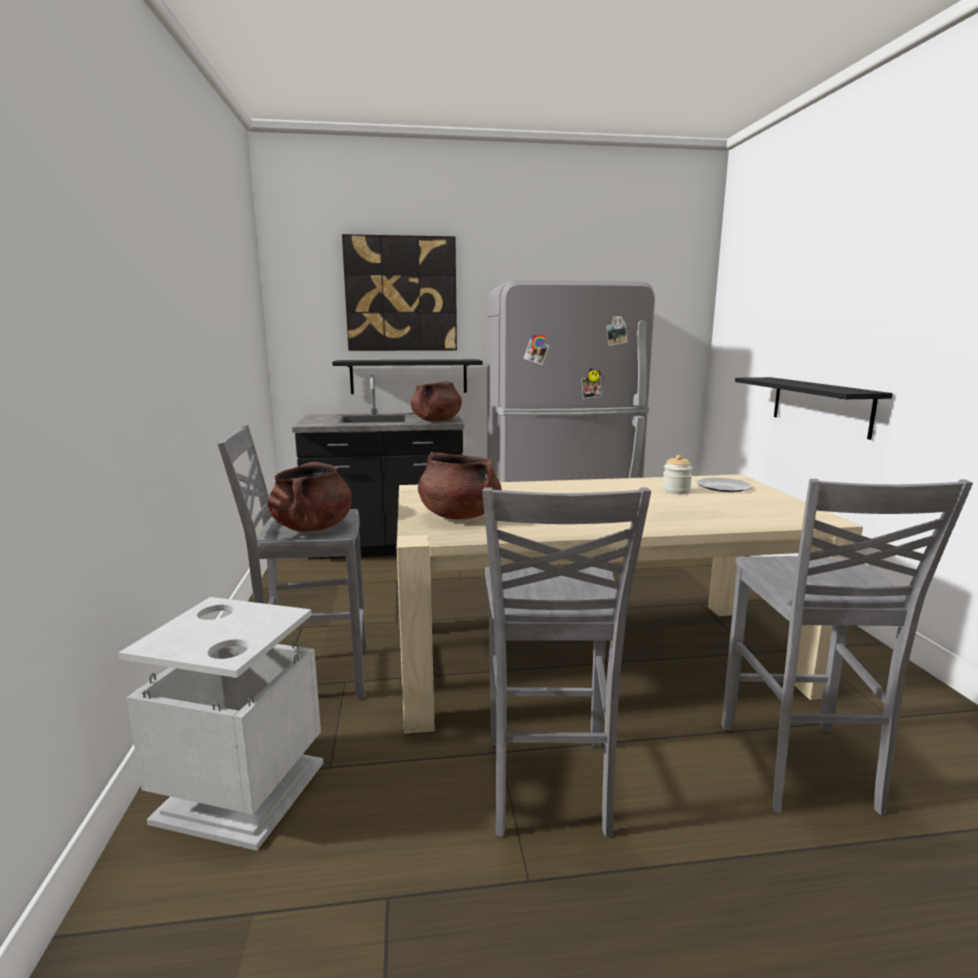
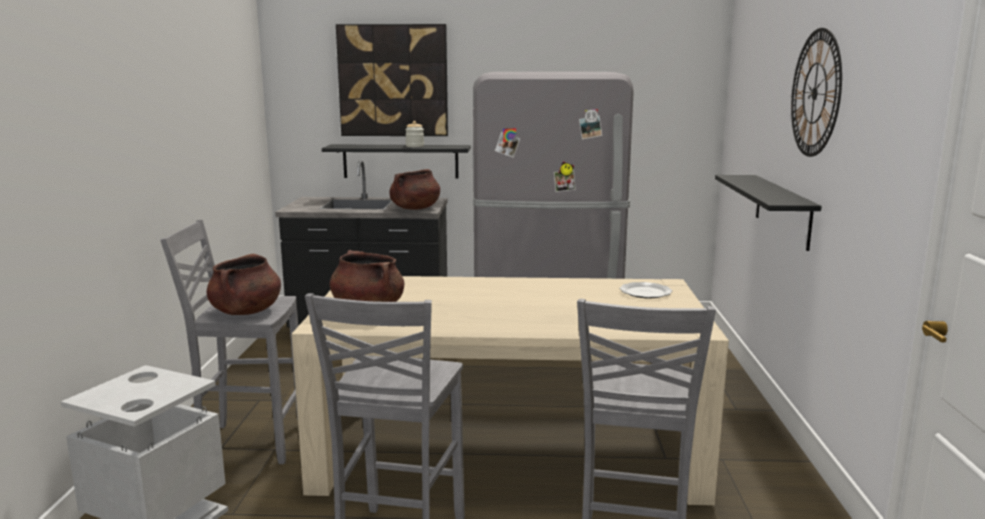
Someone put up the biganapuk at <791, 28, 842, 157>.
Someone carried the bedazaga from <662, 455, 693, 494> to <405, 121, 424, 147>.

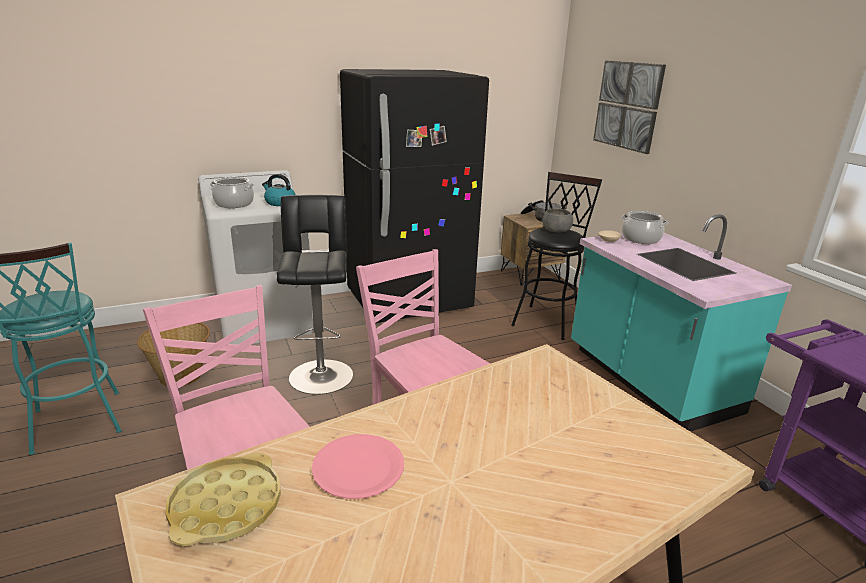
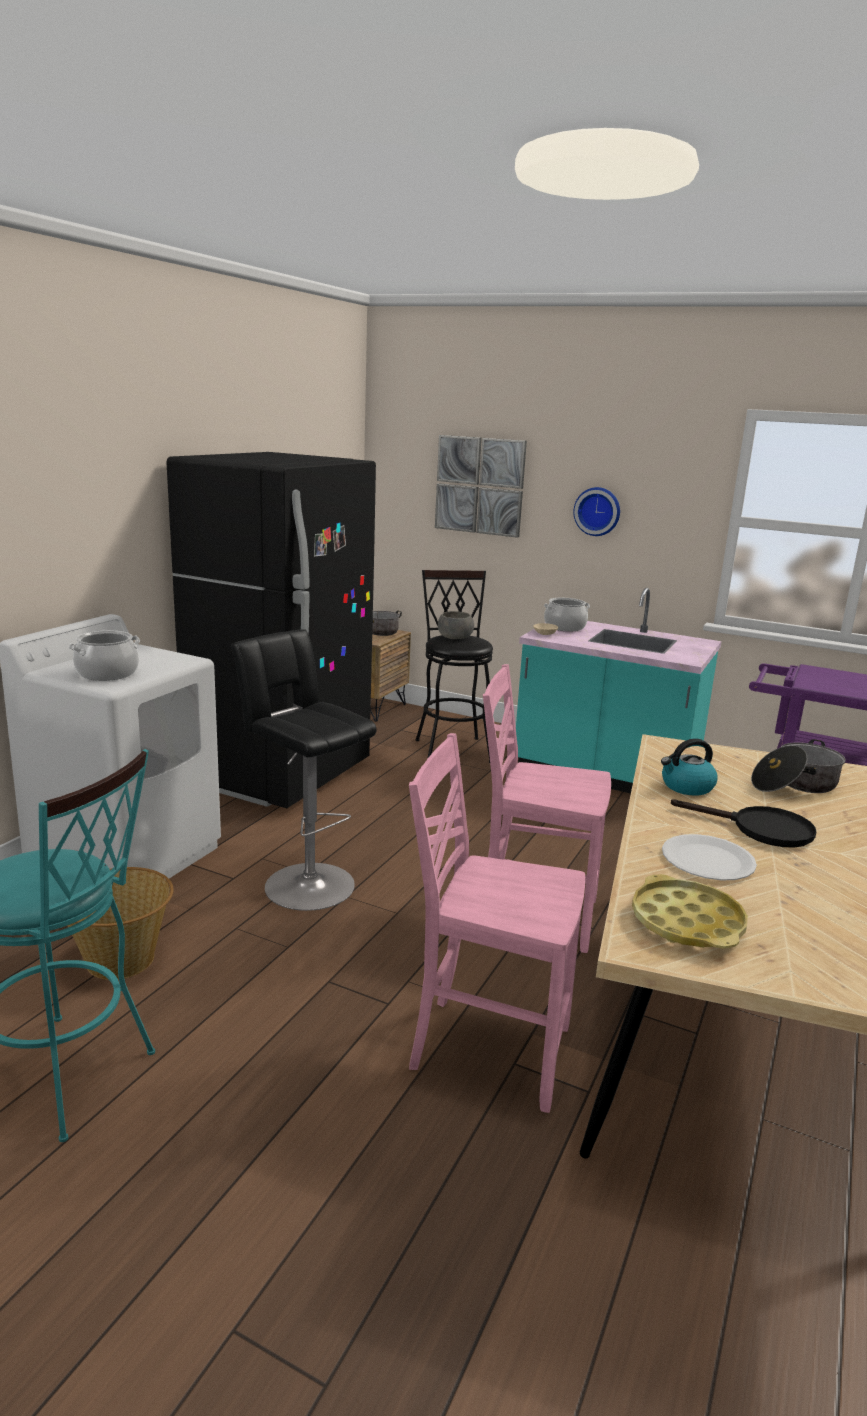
Someone put up the biganapuk at <573, 487, 620, 536>.
Someone put down the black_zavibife at <671, 799, 816, 848>.
Someone put down the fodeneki at <751, 739, 846, 793>.
Someone carried the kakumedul from <262, 174, 296, 206> to <661, 739, 718, 796>.
Someone repainted the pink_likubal at <312, 434, 404, 499>, which became the white_likubal at <662, 834, 757, 880>.

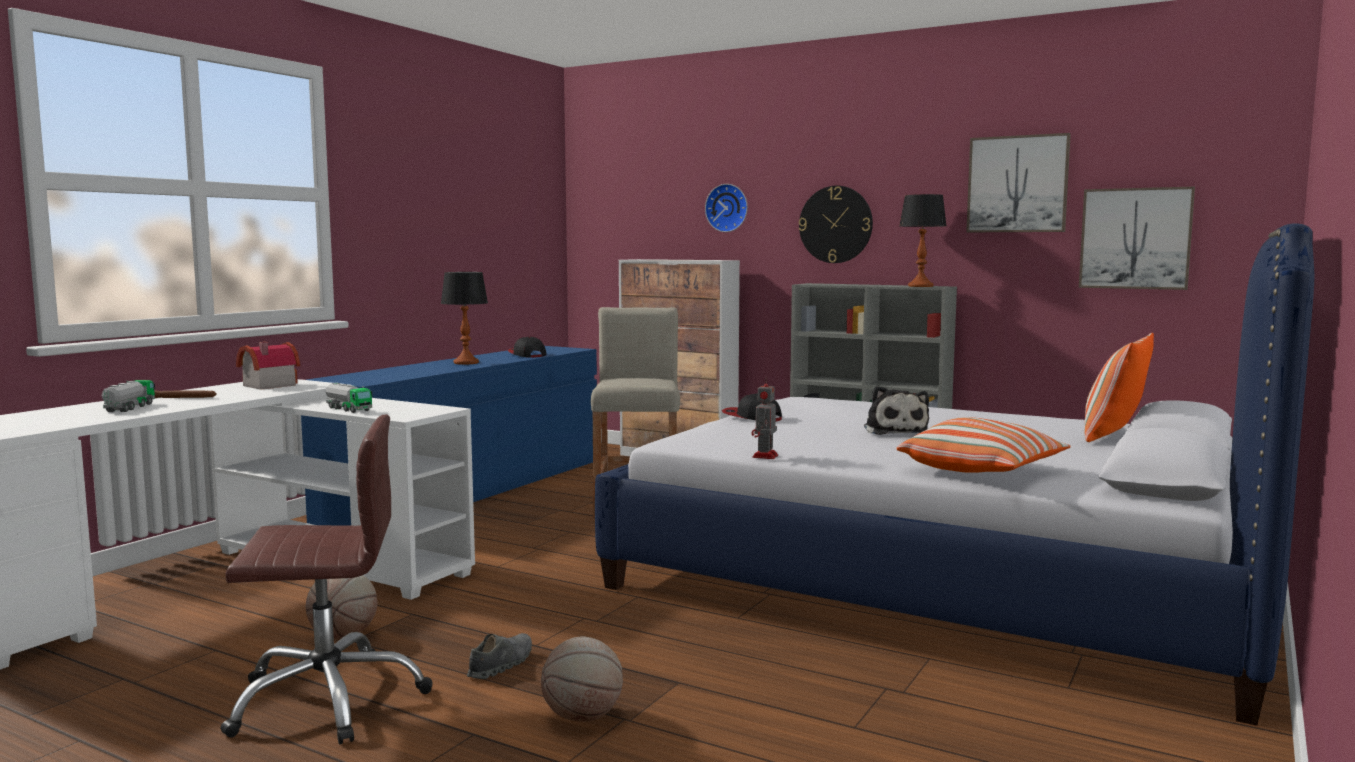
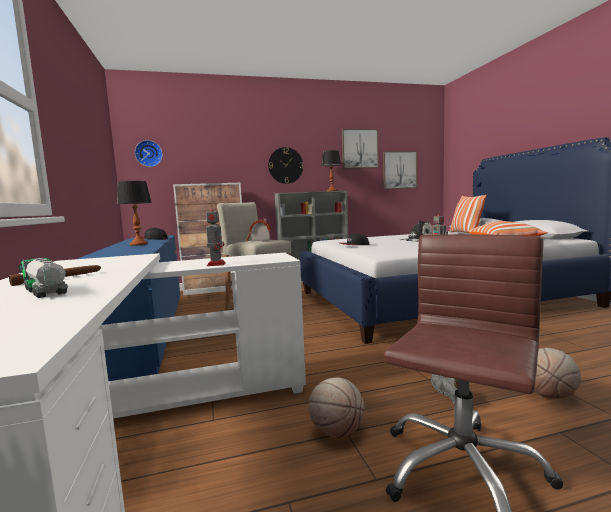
Someone carried the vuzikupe from <236, 342, 301, 390> to <246, 218, 271, 242>.
Someone carried the biganapuk from <705, 184, 748, 232> to <135, 140, 163, 167>.
Someone swapped the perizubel at <325, 383, 372, 413> for the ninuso at <206, 204, 226, 266>.

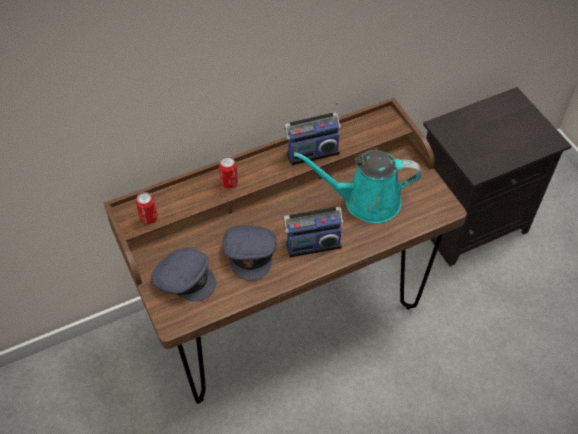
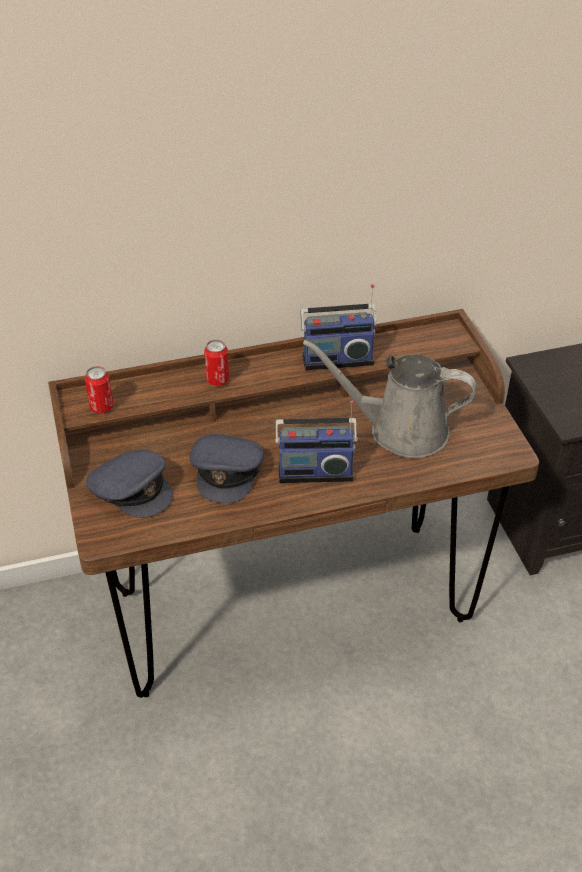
Someone repainted the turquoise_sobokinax at <294, 151, 421, 224>, which became the grey_sobokinax at <303, 340, 477, 458>.

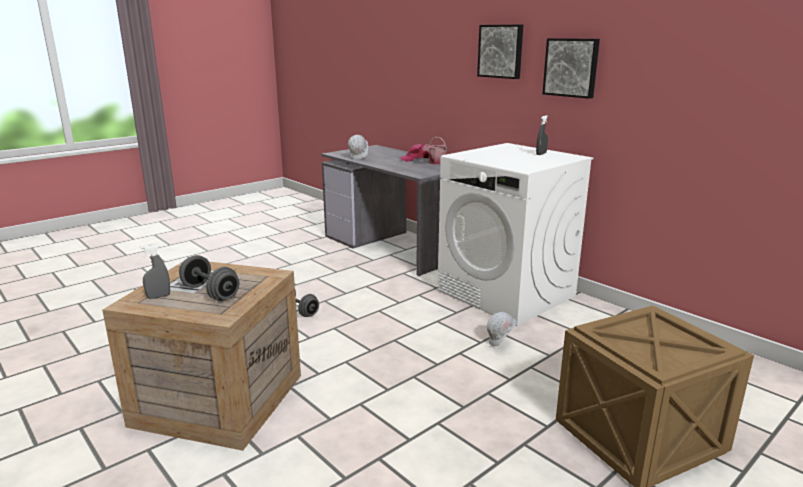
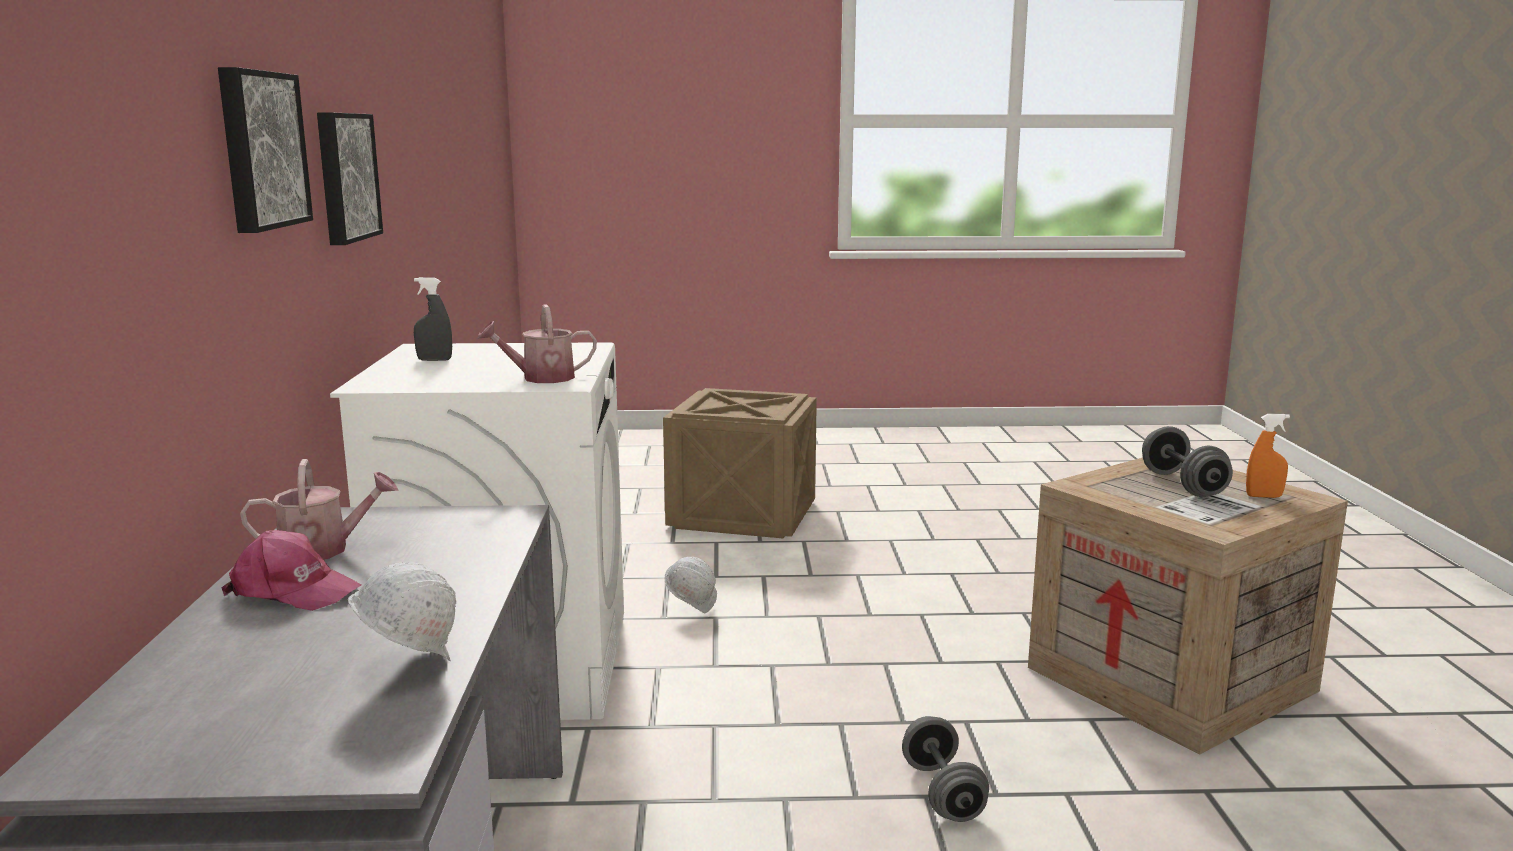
Someone put down the sobokinax at <477, 304, 597, 383>.
Someone repainted the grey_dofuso at <141, 244, 170, 299>, which became the orange_dofuso at <1246, 414, 1290, 498>.

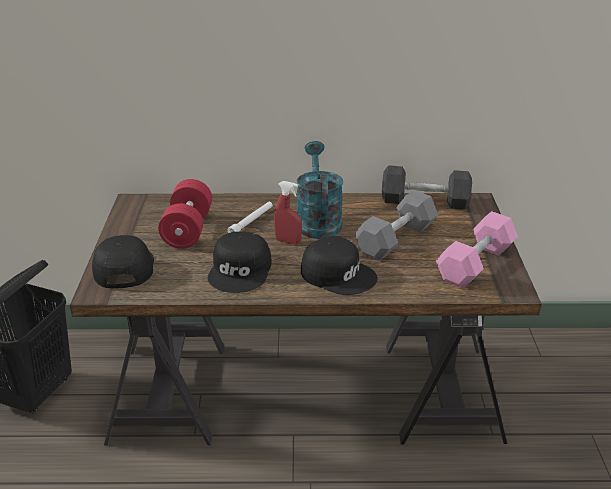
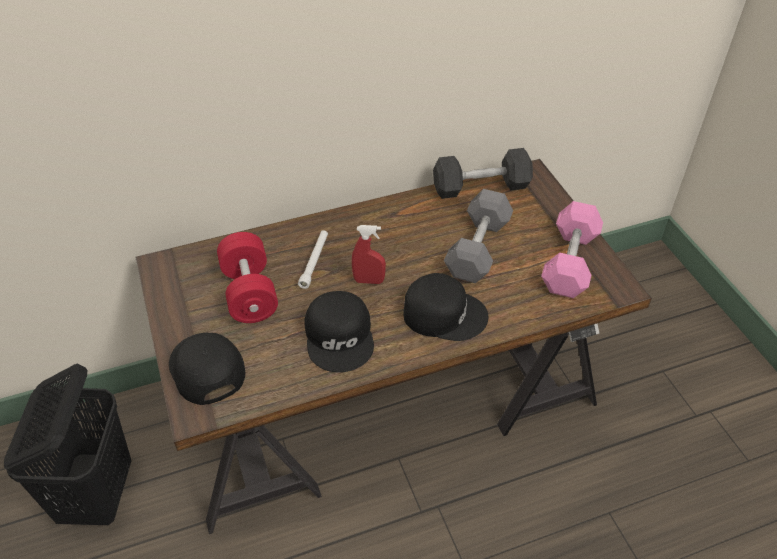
Someone took away the turquoise_sobokinax at <297, 141, 343, 239>.

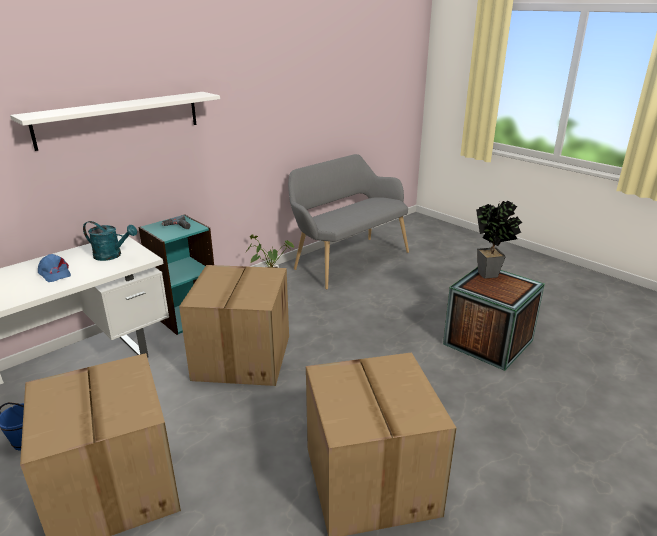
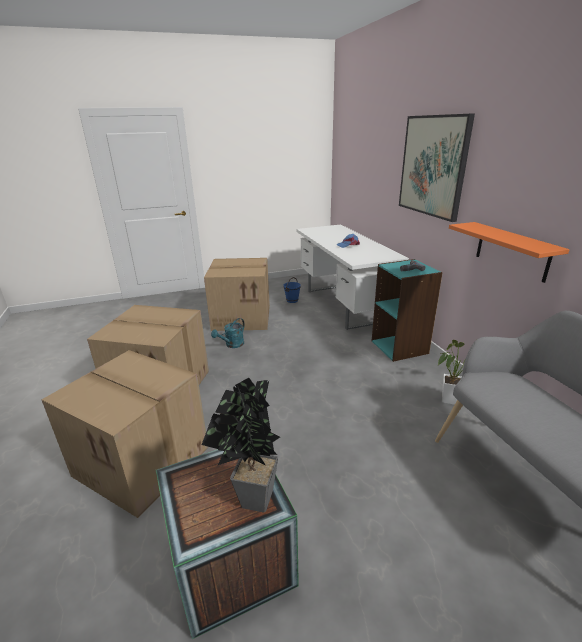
Someone put up the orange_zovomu at <449, 222, 570, 283>.
Someone carried the turquoise_sobokinax from <83, 221, 137, 261> to <211, 318, 245, 348>.
Someone carried the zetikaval from <179, 265, 289, 386> to <42, 350, 208, 518>.
Someone swapped the white_zovomu at <10, 92, 220, 151> for the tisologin at <399, 114, 475, 222>.

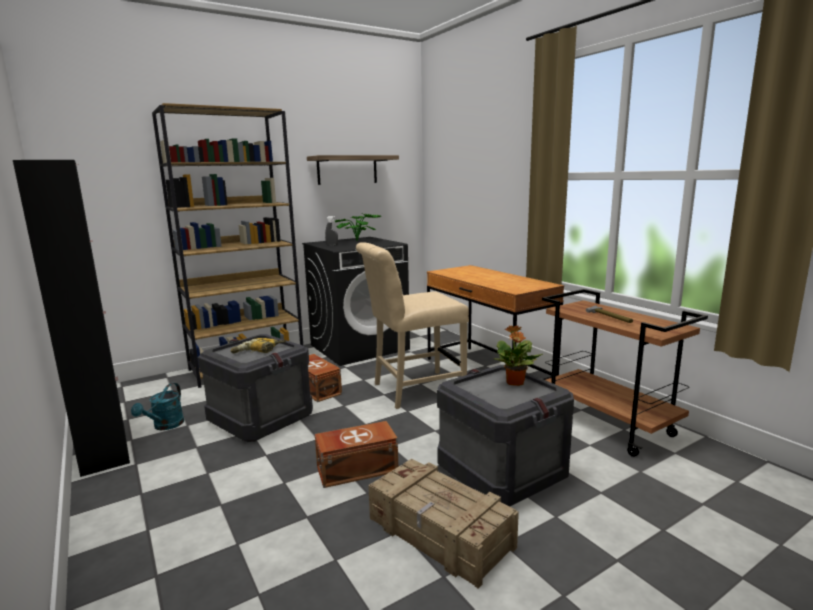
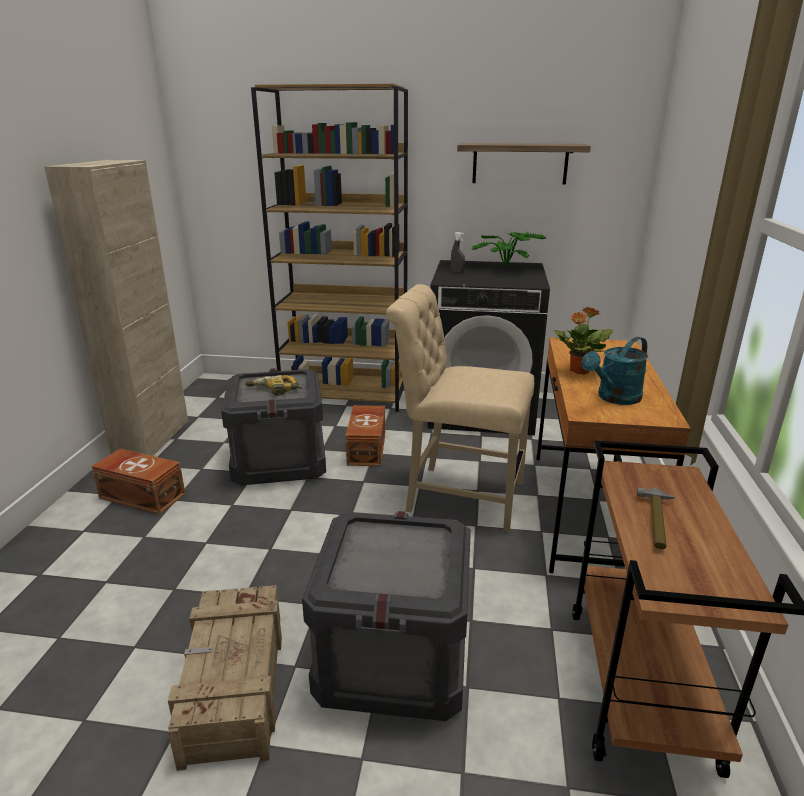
Someone carried the turquoise_sobokinax from <131, 383, 184, 430> to <582, 337, 648, 405>.
Someone carried the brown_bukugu from <315, 421, 398, 488> to <91, 449, 185, 515>.
Someone carried the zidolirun from <494, 325, 543, 386> to <554, 306, 613, 374>.
Someone repainted the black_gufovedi at <13, 160, 130, 477>, which became the beige_gufovedi at <44, 160, 188, 456>.

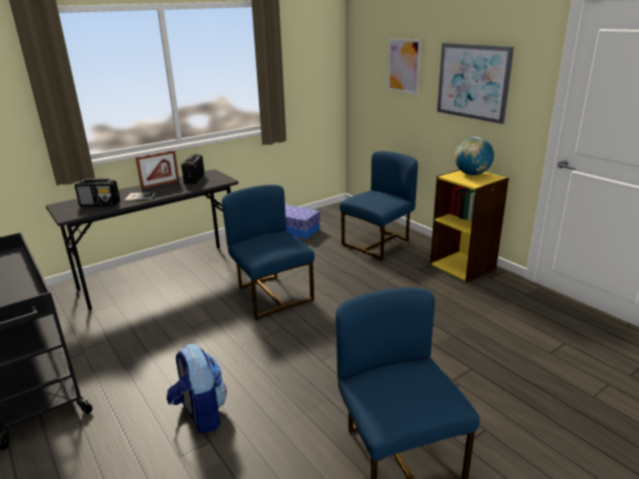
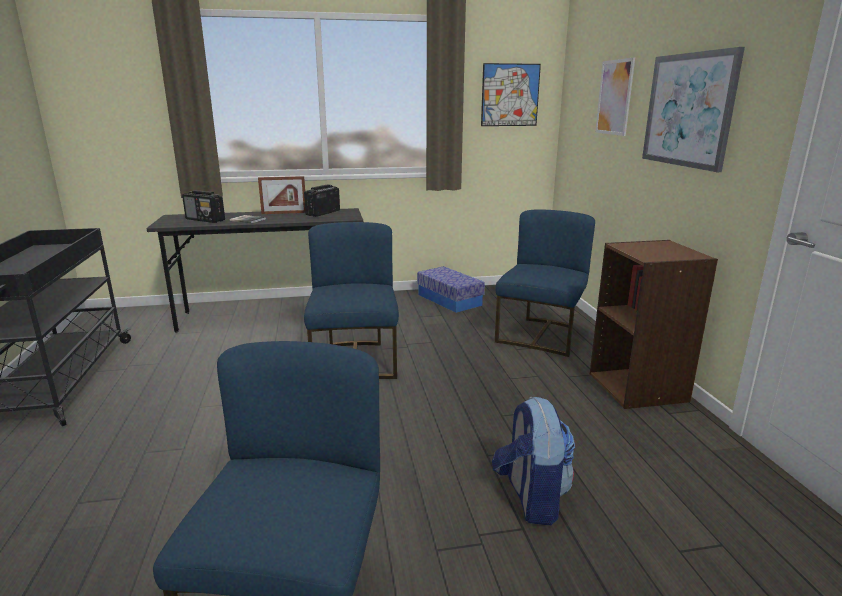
Someone took away the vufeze at <455, 137, 494, 175>.
Someone put up the tisologin at <481, 63, 541, 126>.
Someone carried the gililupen from <167, 344, 227, 433> to <492, 397, 575, 525>.
Someone repainted the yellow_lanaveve at <430, 169, 509, 282>, which became the brown_lanaveve at <590, 240, 718, 409>.
Someone rotated the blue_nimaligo at <340, 151, 418, 261> by 45 degrees counterclockwise.

